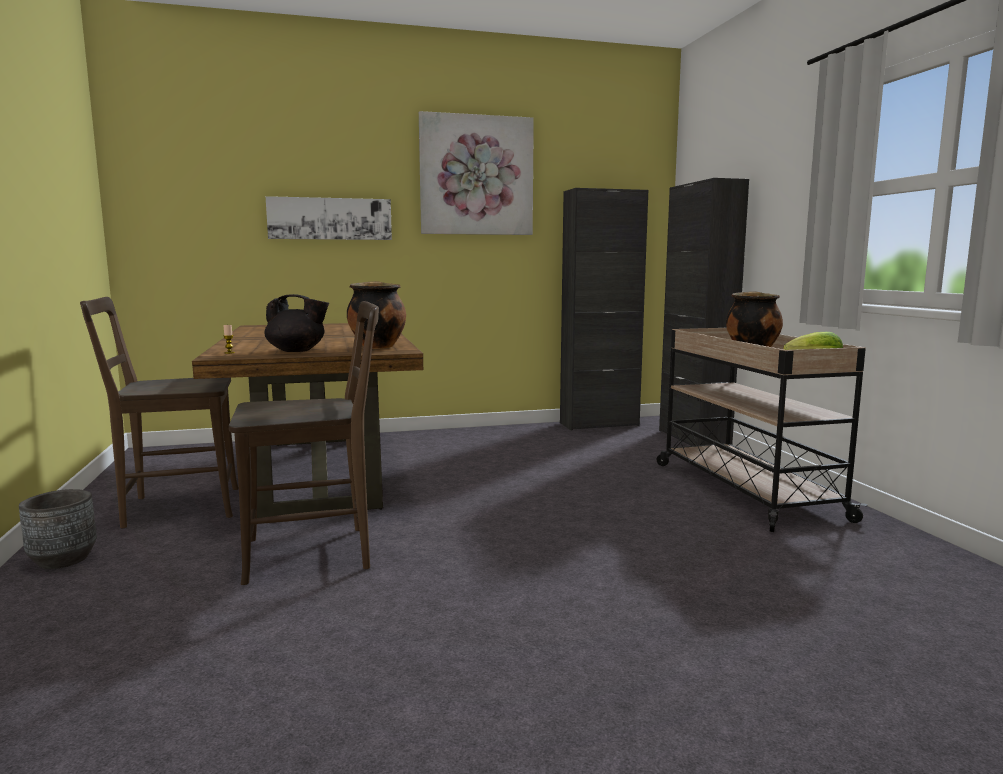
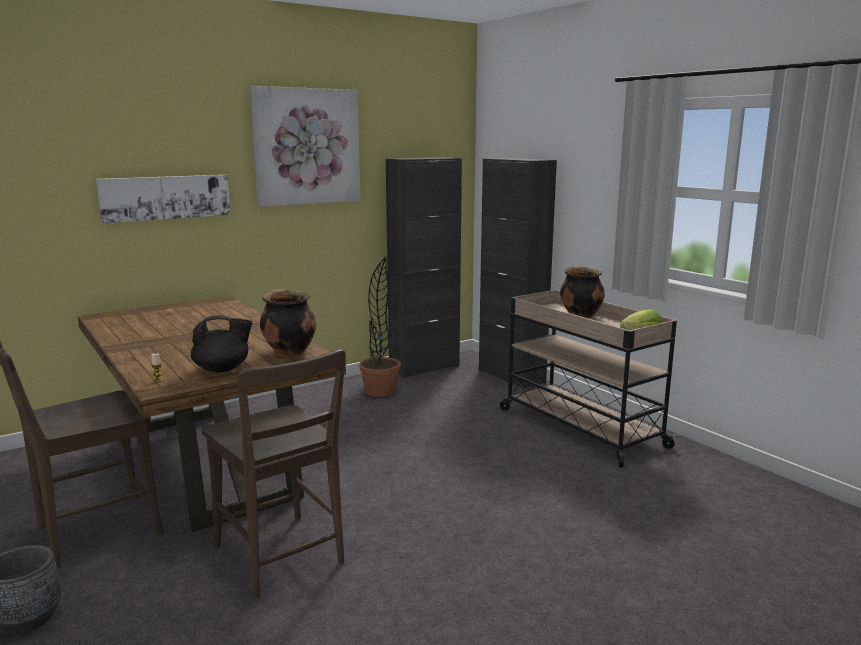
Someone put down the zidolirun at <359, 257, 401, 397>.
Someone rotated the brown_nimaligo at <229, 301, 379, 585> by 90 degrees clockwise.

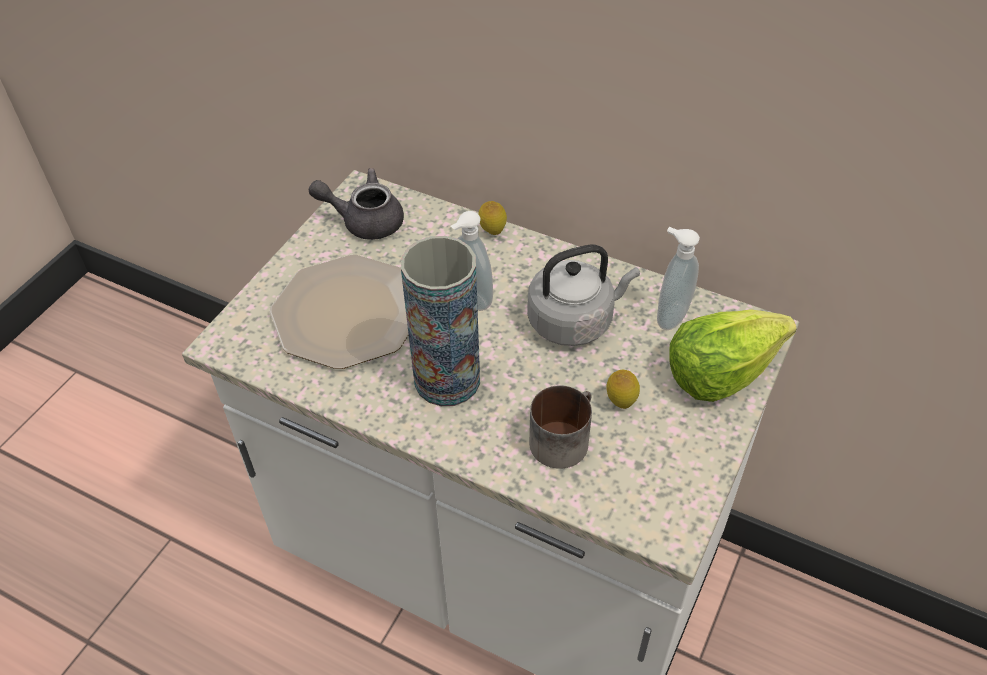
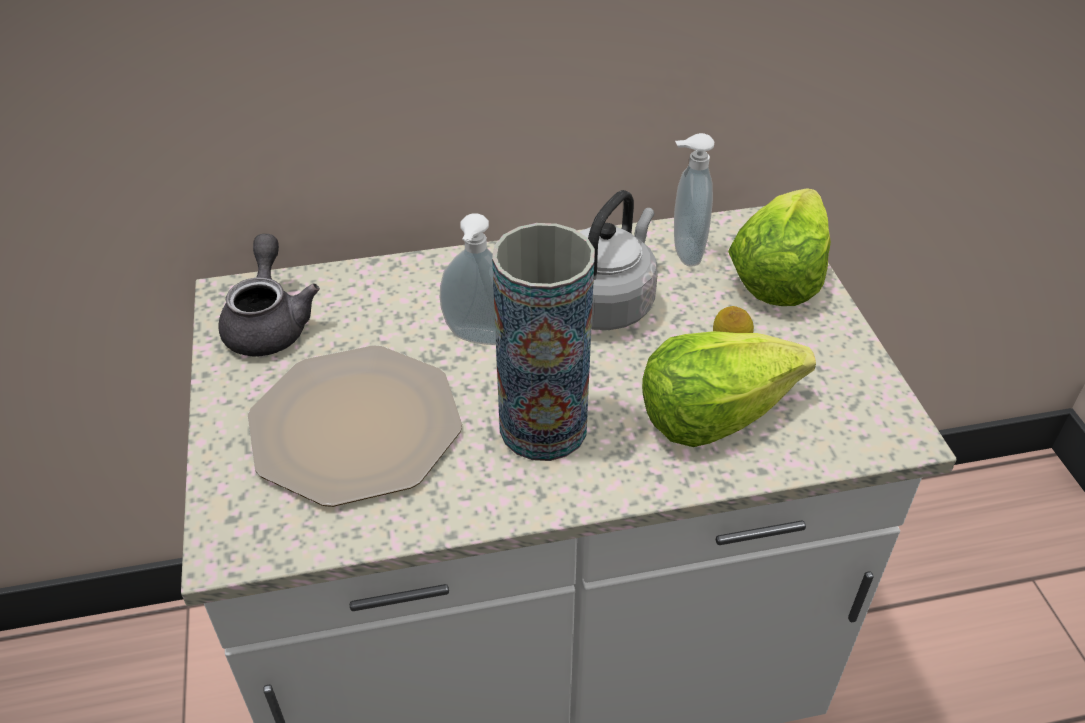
Someone took away the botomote at <478, 201, 507, 235>.
Someone swapped the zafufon at <529, 385, 592, 469> for the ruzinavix at <642, 331, 816, 447>.
Someone rotated the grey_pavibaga at <309, 168, 404, 240> by 120 degrees clockwise.

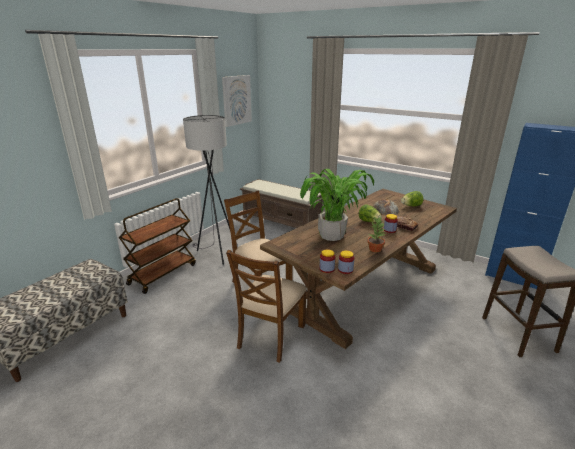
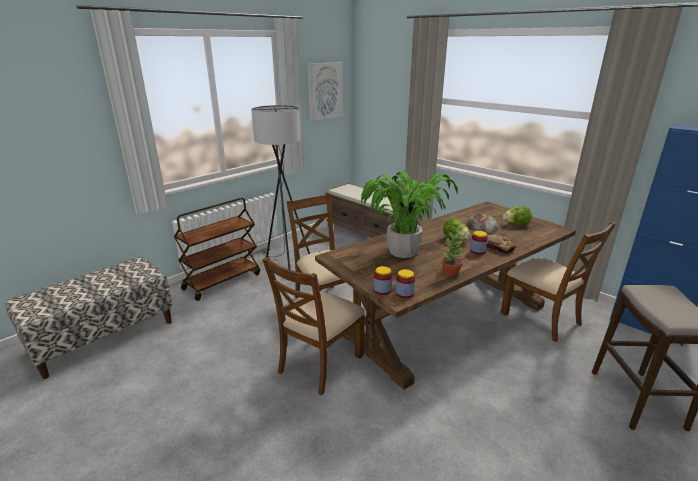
Someone put down the brown_nimaligo at <500, 222, 616, 342>.

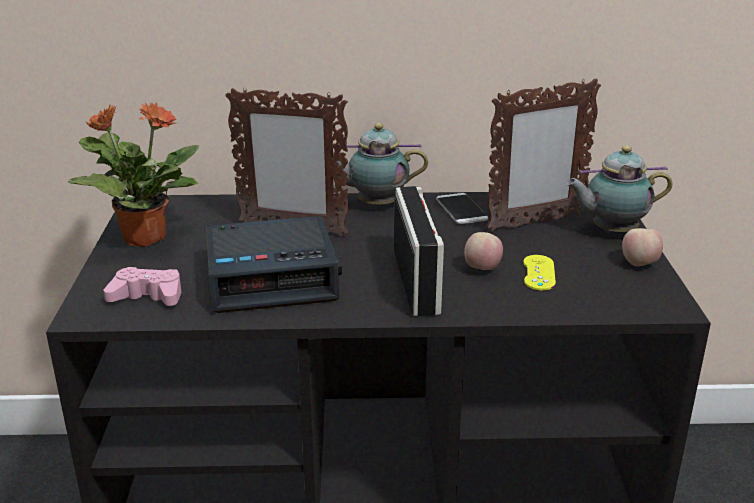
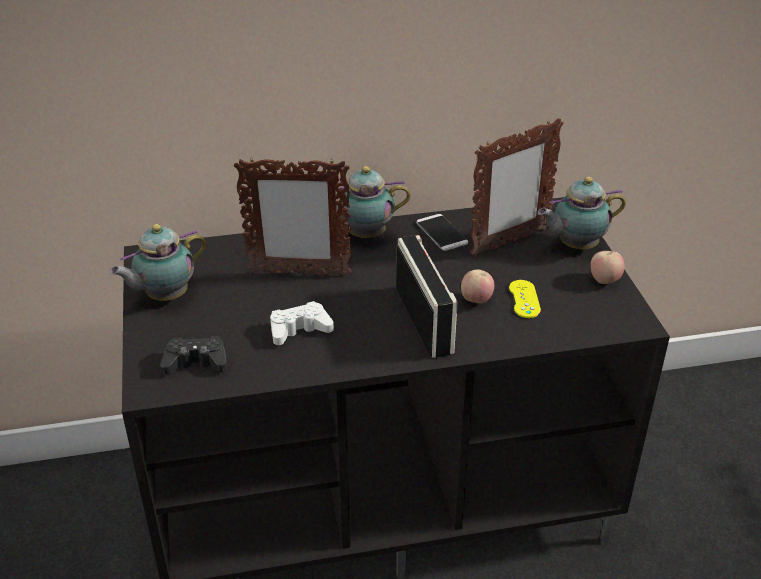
Someone swapped the zidolirun at <68, 102, 199, 247> for the pavibaga at <110, 224, 207, 301>.
Someone swapped the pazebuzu at <206, 216, 342, 313> for the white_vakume at <270, 301, 334, 345>.
Someone repainted the pink_vakume at <104, 267, 181, 306>, which became the black_vakume at <160, 336, 227, 375>.

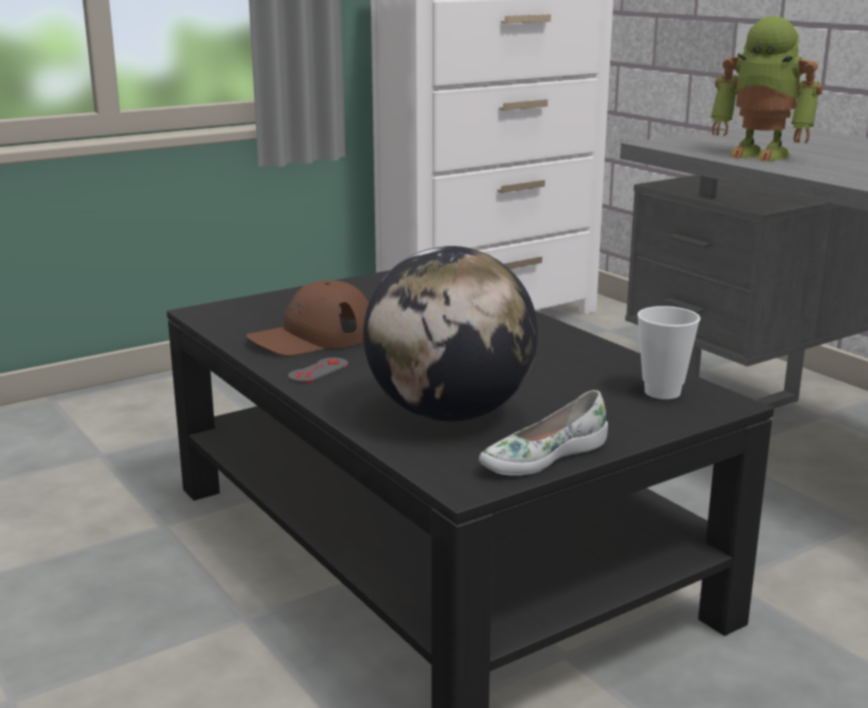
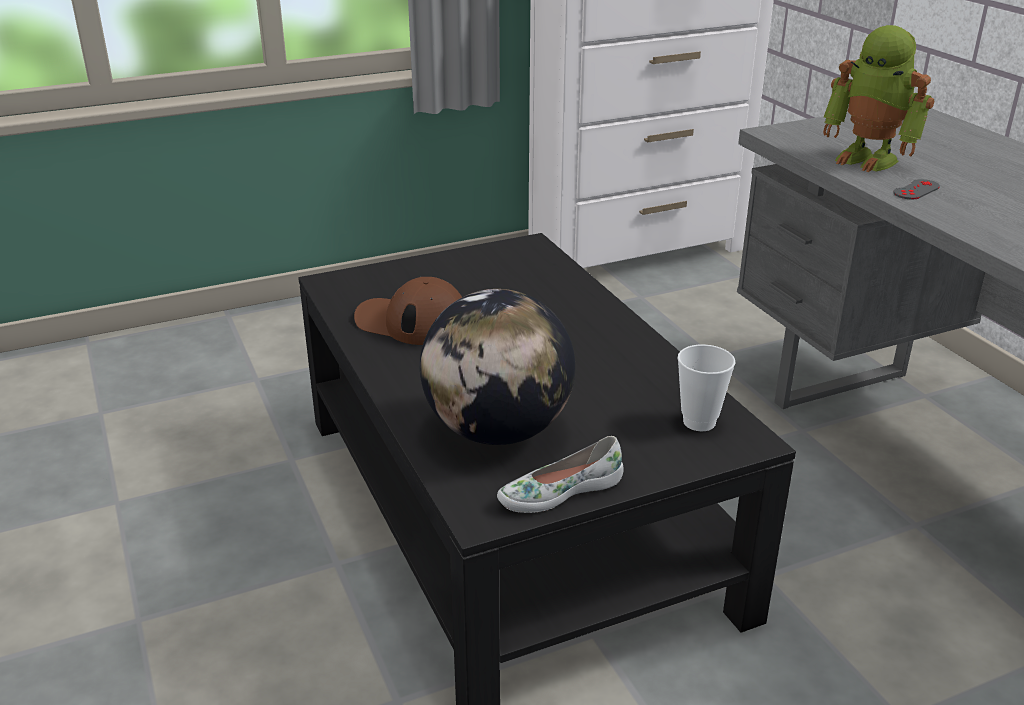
Someone carried the grey_vakume from <288, 358, 348, 383> to <893, 179, 940, 199>.
Someone rotated the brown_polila at <246, 280, 369, 356> by 45 degrees clockwise.

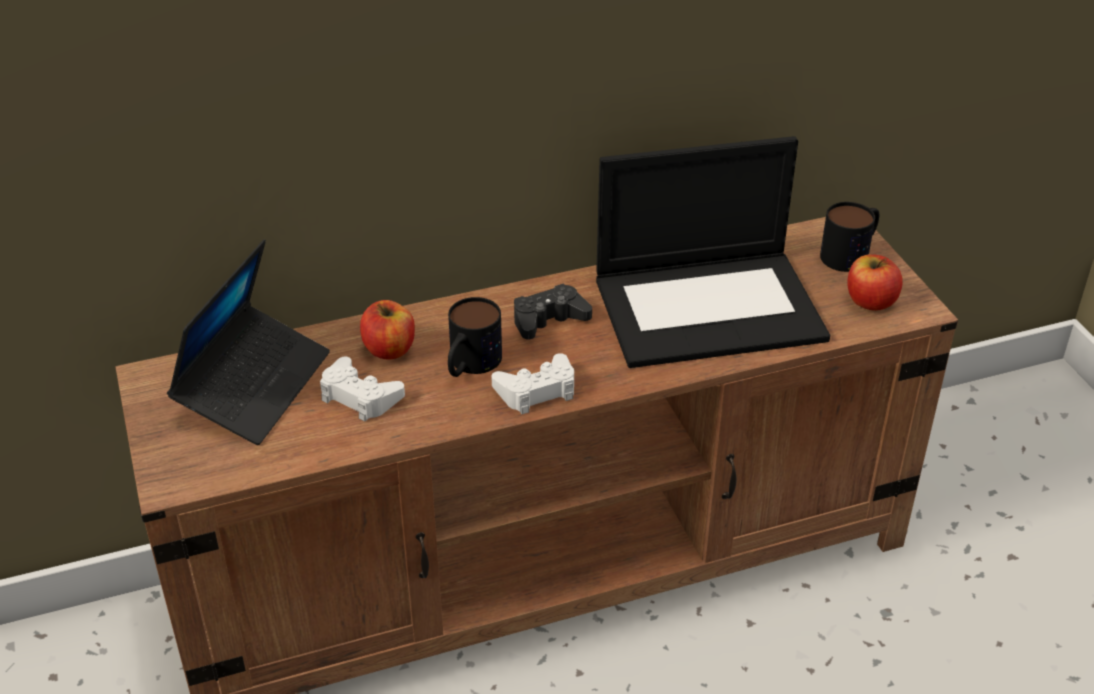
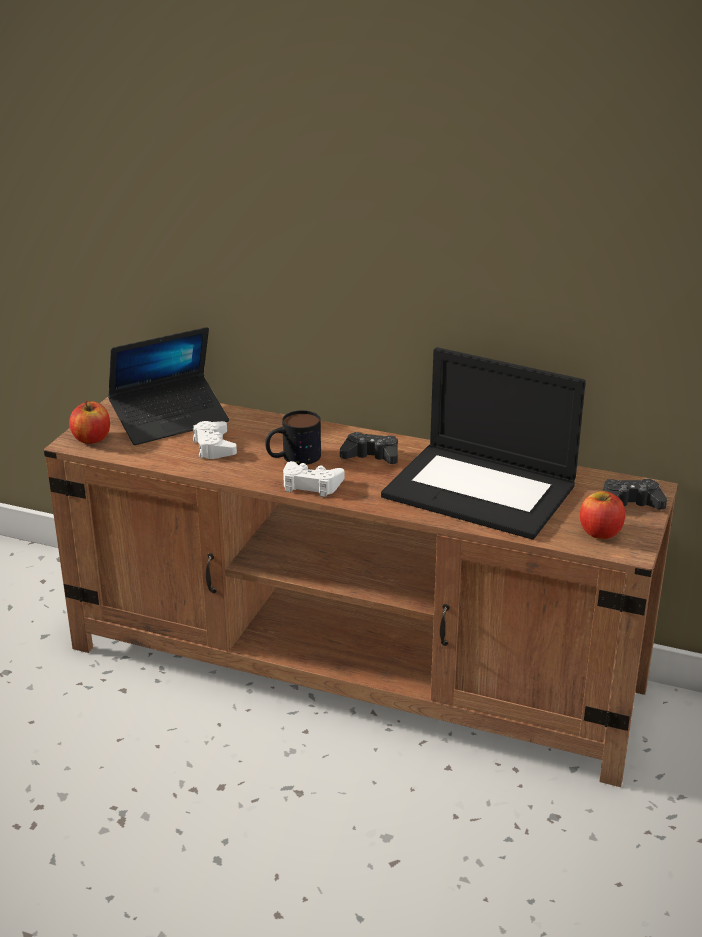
Someone carried the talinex from <360, 300, 415, 360> to <69, 401, 110, 444>.
Someone swapped the zafufon at <820, 202, 879, 272> for the black_vakume at <603, 479, 667, 510>.

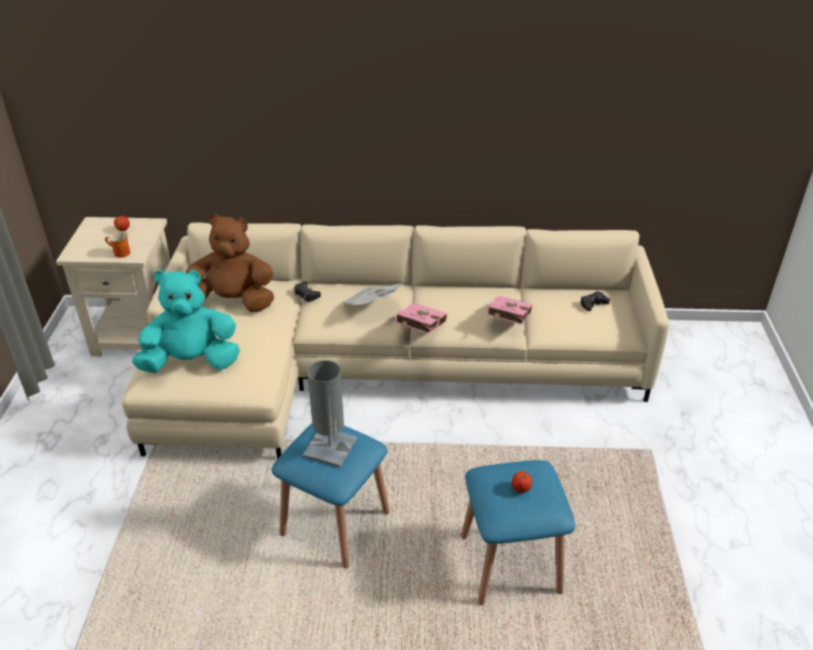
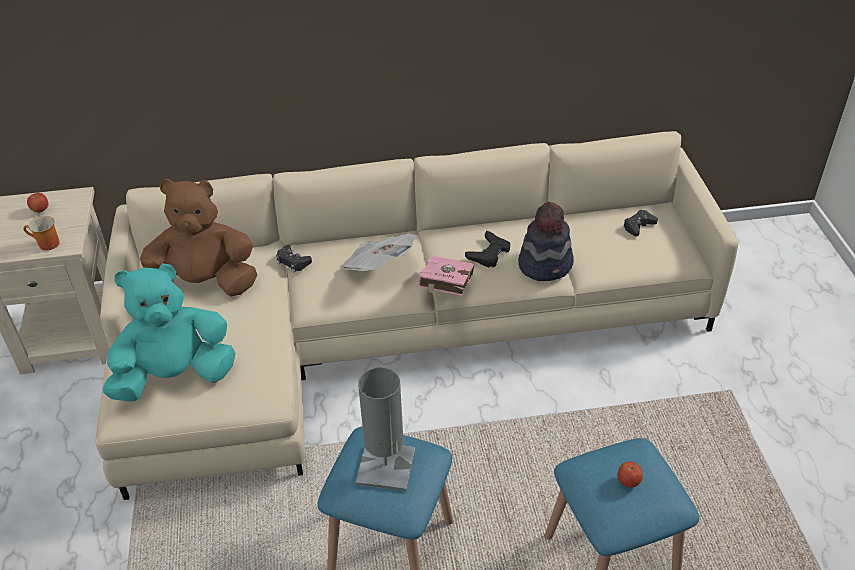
Someone put down the black_vakume at <465, 231, 510, 268>.
Someone swapped the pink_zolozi at <487, 296, 533, 324> for the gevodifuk at <518, 202, 574, 281>.

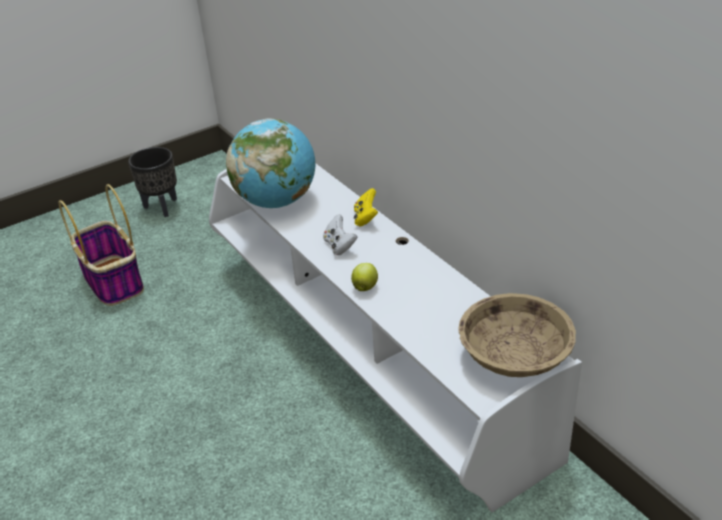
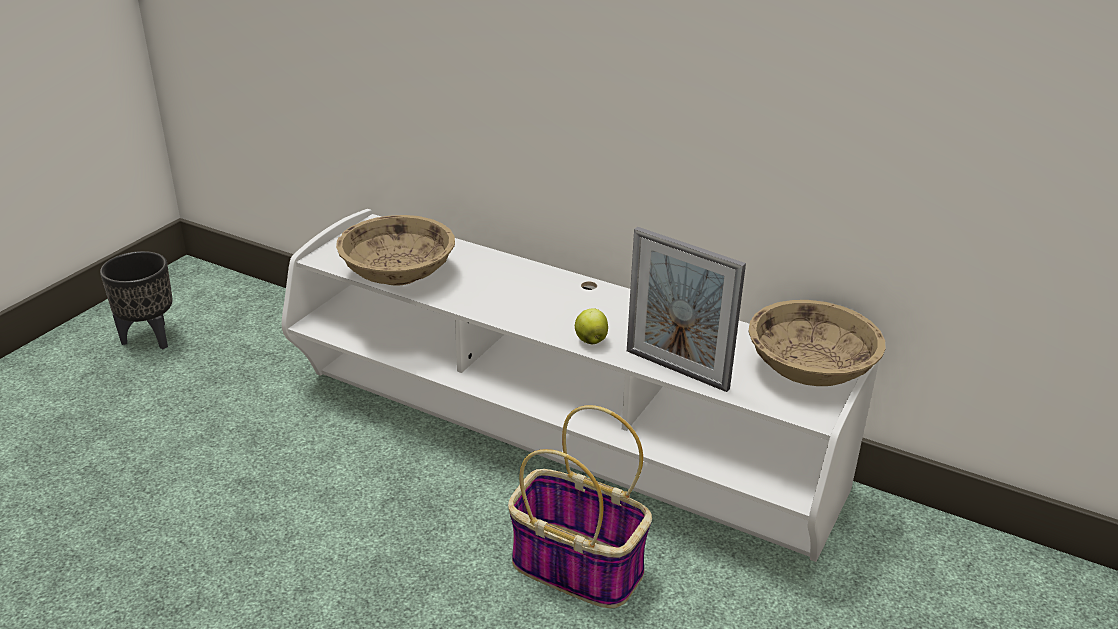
Someone took away the white_vakume at <323, 214, 357, 255>.
Someone took away the yellow_vakume at <354, 188, 378, 226>.
Someone put down the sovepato at <627, 227, 746, 392>.
Someone carried the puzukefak from <58, 184, 144, 306> to <508, 405, 652, 608>.
Someone swapped the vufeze at <226, 118, 315, 208> for the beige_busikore at <336, 215, 455, 286>.

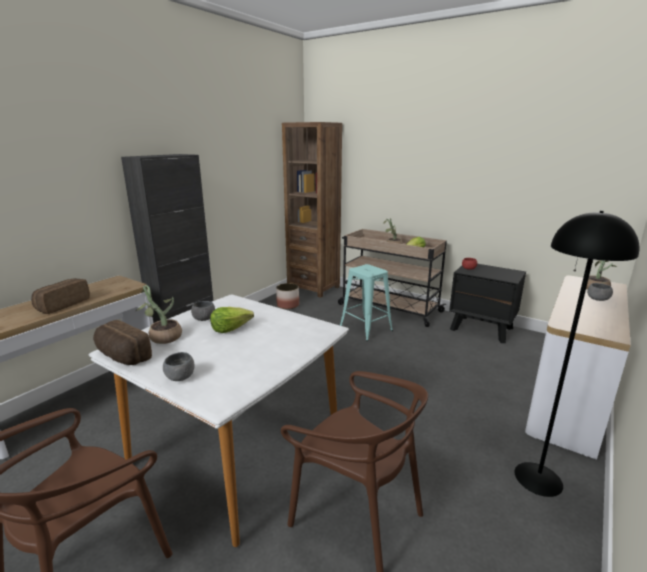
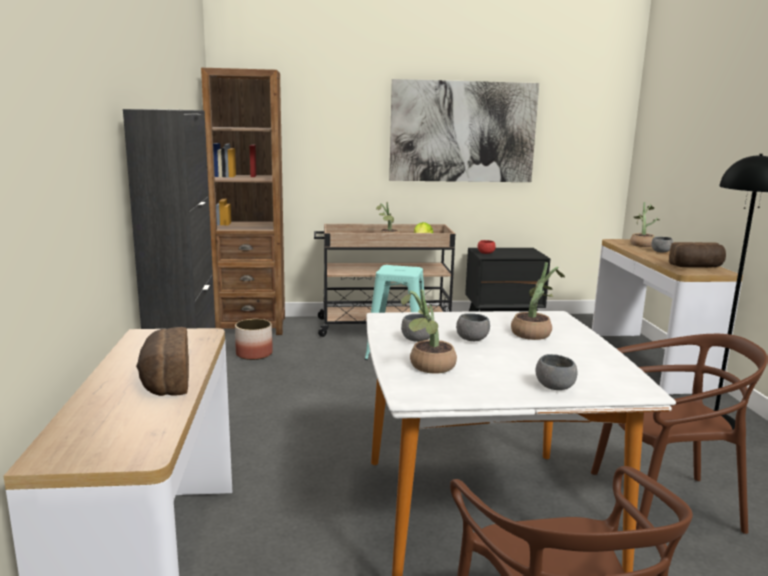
Someone put up the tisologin at <389, 79, 539, 182>.
Someone put down the zidolirun at <511, 262, 565, 340>.
Someone carried the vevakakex from <93, 320, 152, 365> to <669, 242, 726, 267>.
Someone swapped the ruzinavix at <210, 307, 254, 333> for the grey_busikore at <456, 313, 490, 341>.

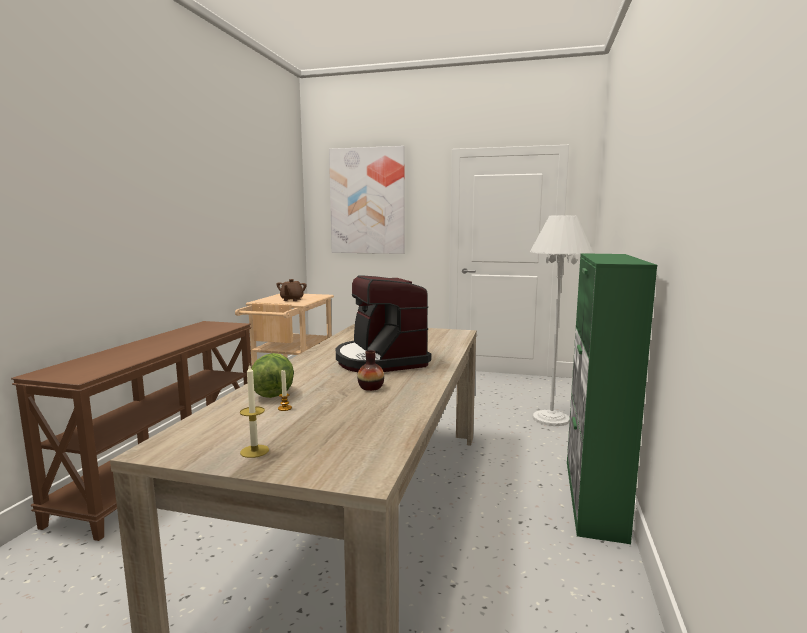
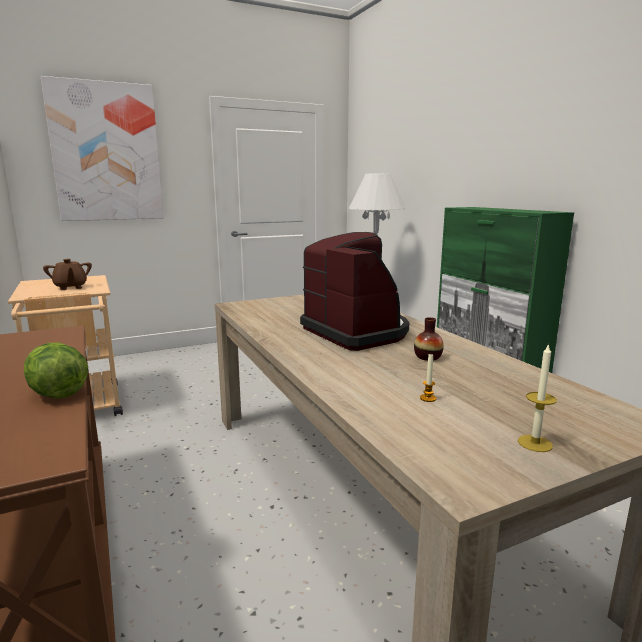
Someone carried the ruzinavix from <251, 353, 294, 398> to <24, 343, 88, 399>.
Someone rotated the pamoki at <336, 275, 431, 372> by 150 degrees counterclockwise.

